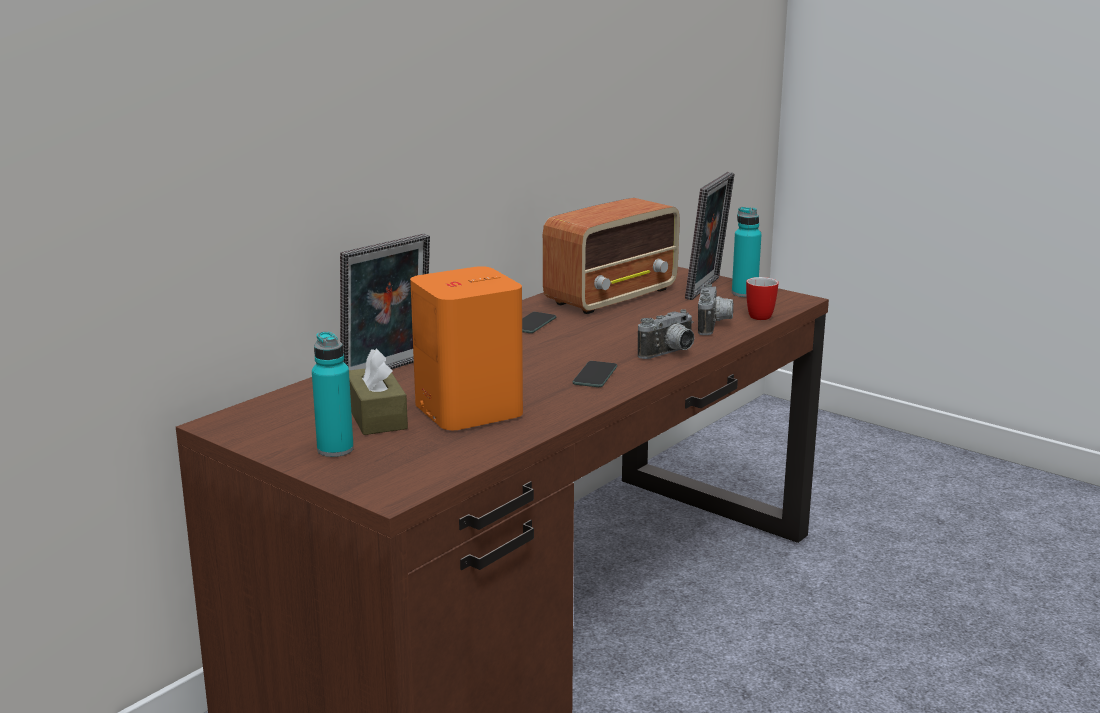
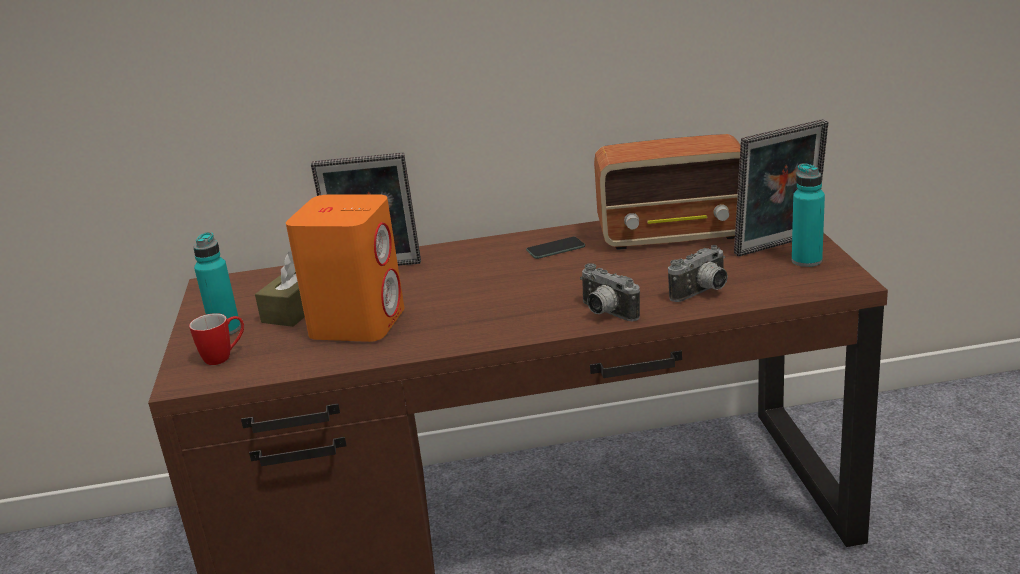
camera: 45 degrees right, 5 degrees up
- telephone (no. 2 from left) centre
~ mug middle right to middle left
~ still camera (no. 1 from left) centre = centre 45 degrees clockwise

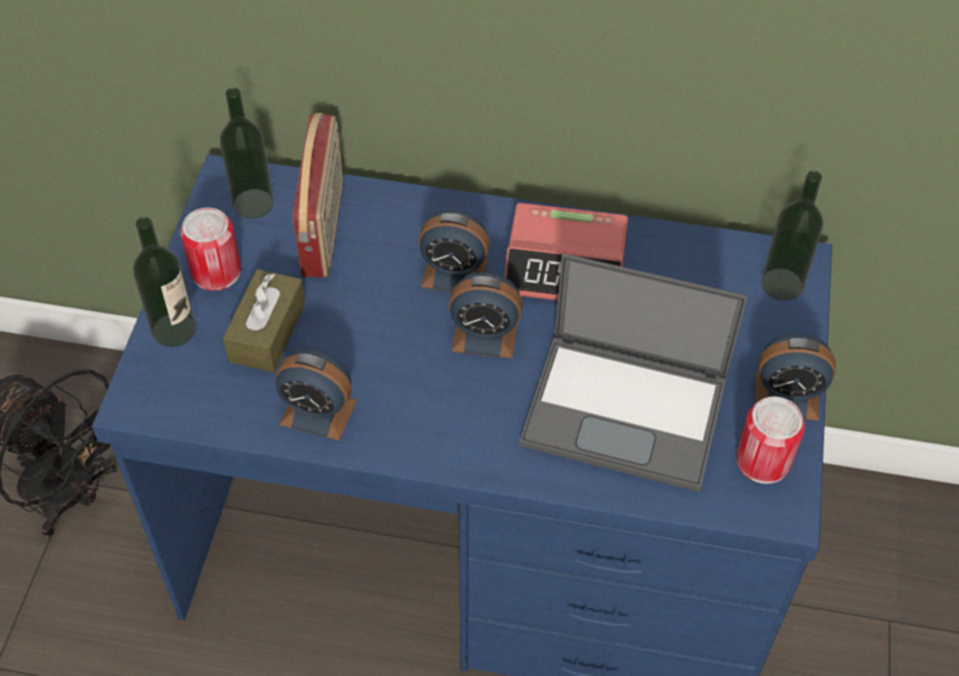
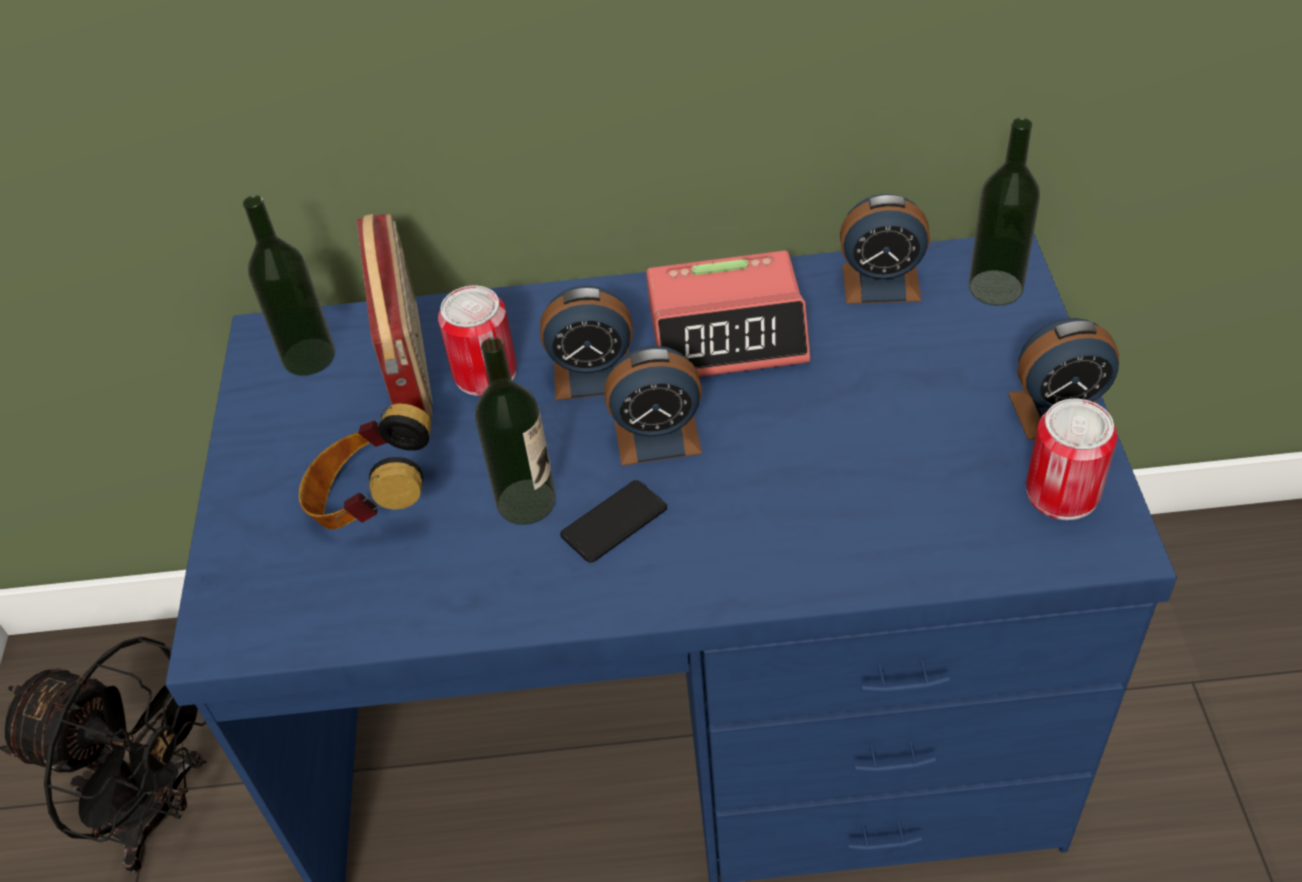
camera: 10 degrees left, 5 degrees down
- portable computer centre
+ telephone centre
~ beverage bottle (no. 1 from left in the first image) middle left to beverage bottle (no. 2 from left) centre
~ sealed can (no. 1 from left) middle left to centre
~ table clock (no. 1 from left in the first image) middle left to table clock (no. 4 from left) top right
~ brownish tissue box middle left to headphones middle left

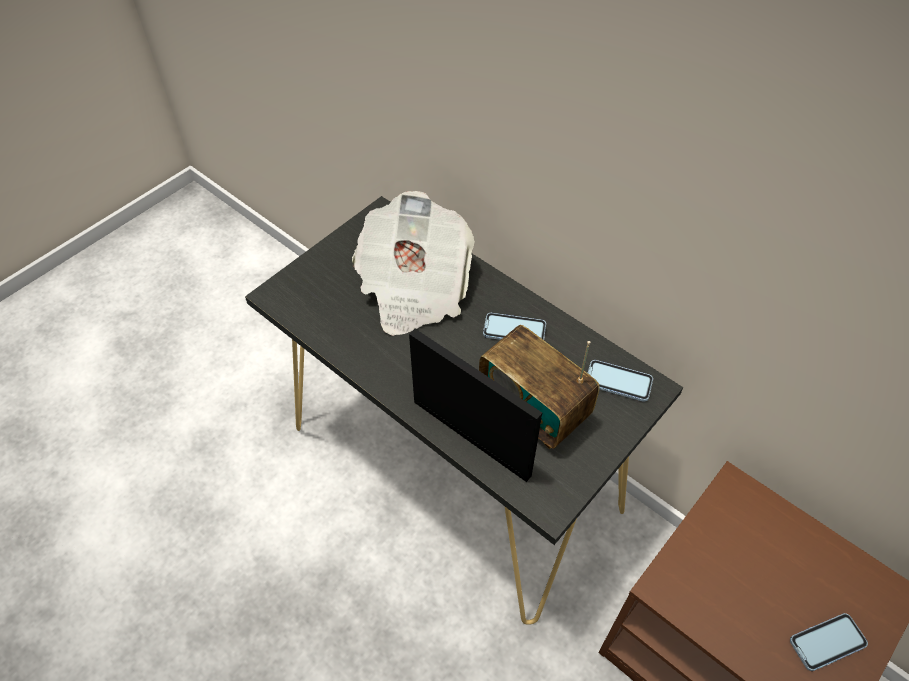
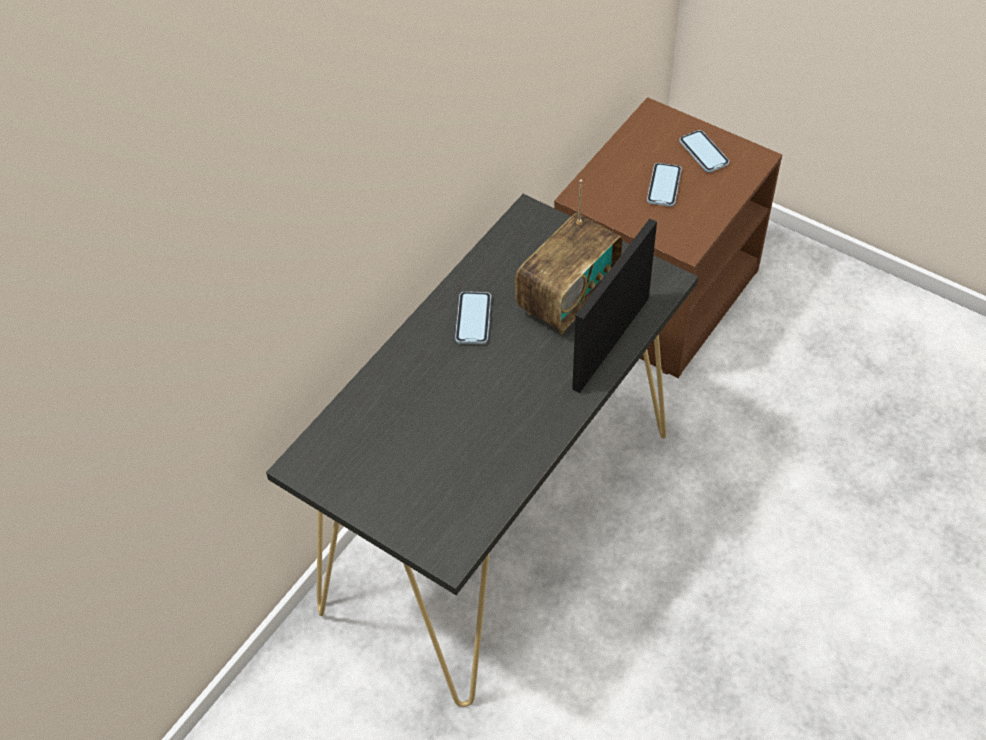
camera: 95 degrees left, 0 degrees up
- daily paper centre
~ telephone (no. 2 from left) middle right to top right

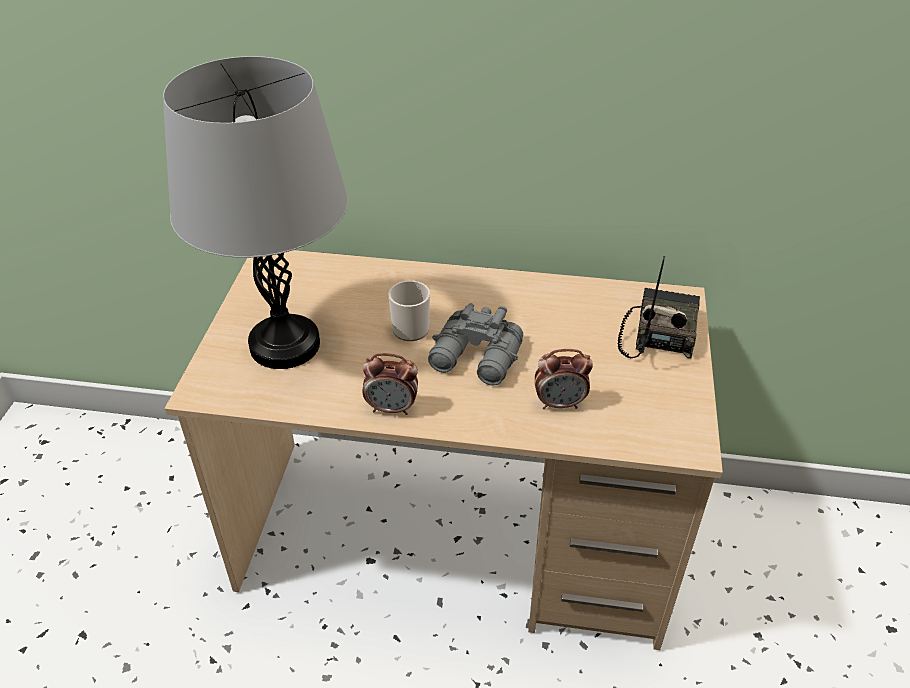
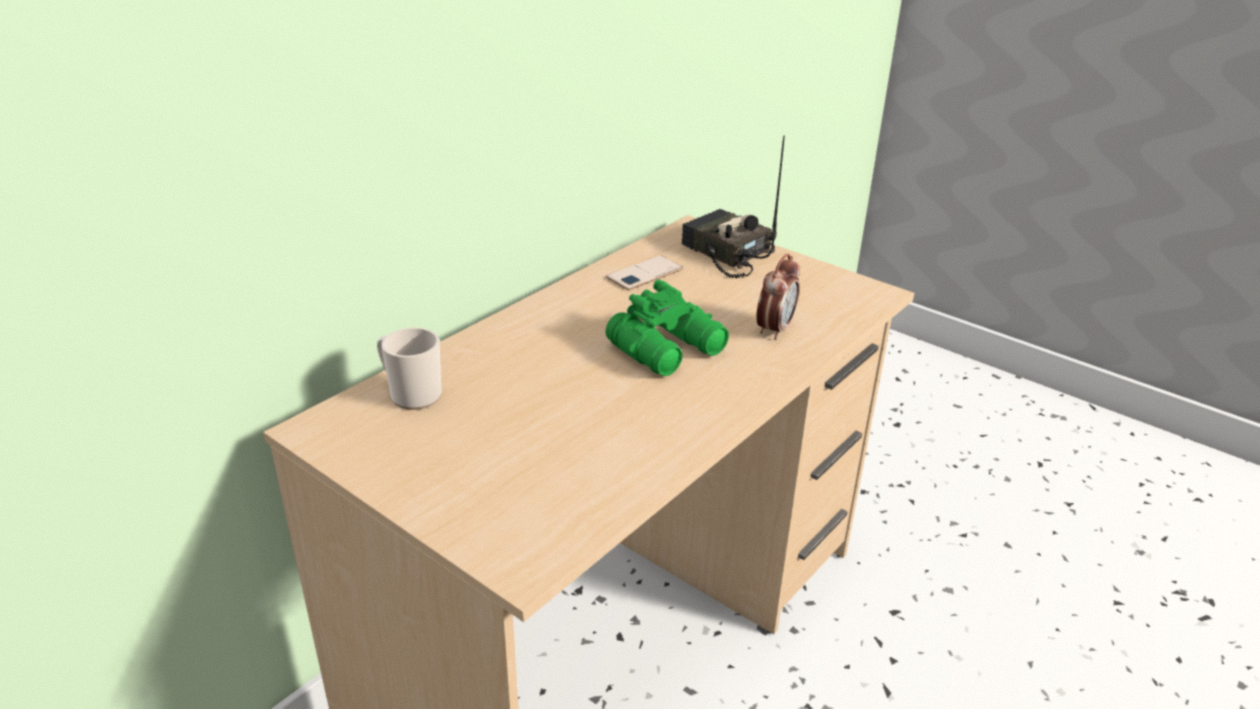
camera: 60 degrees left, 10 degrees down
- gray lamp for a table top left
- table clock (no. 1 from left) centre
+ telephone centre
~ mug centre to middle left
~ gray binoculars centre to green binoculars centre

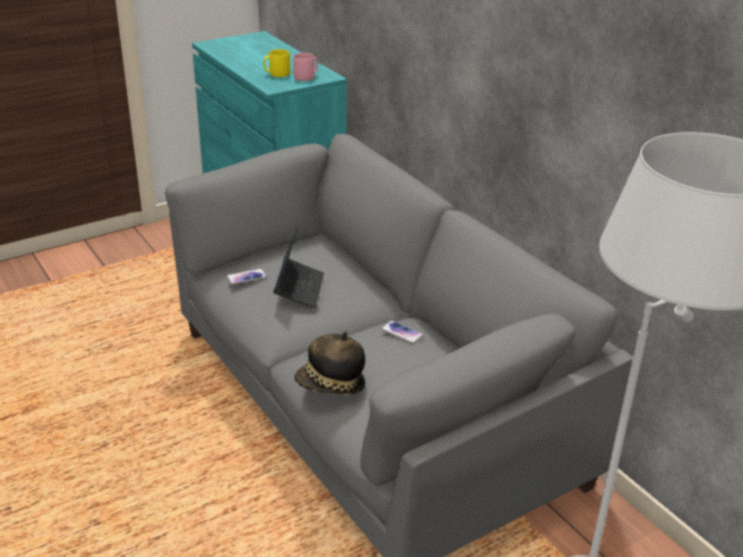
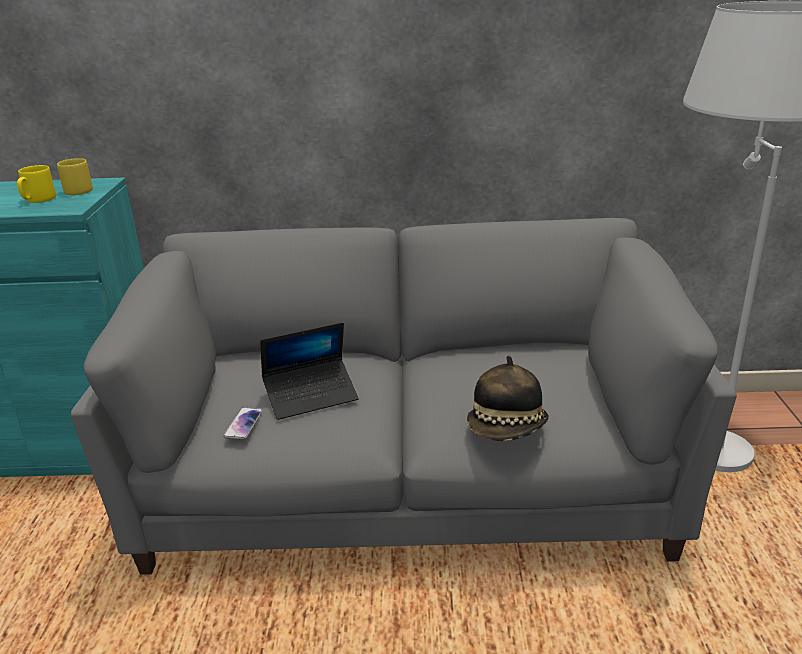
camera: 55 degrees left, 5 degrees down
- telephone (no. 2 from left) centre
~ pinkish mug top centre to yellow-coloured mug (no. 2 from left) top left
~ portable computer centre = centre 120 degrees clockwise

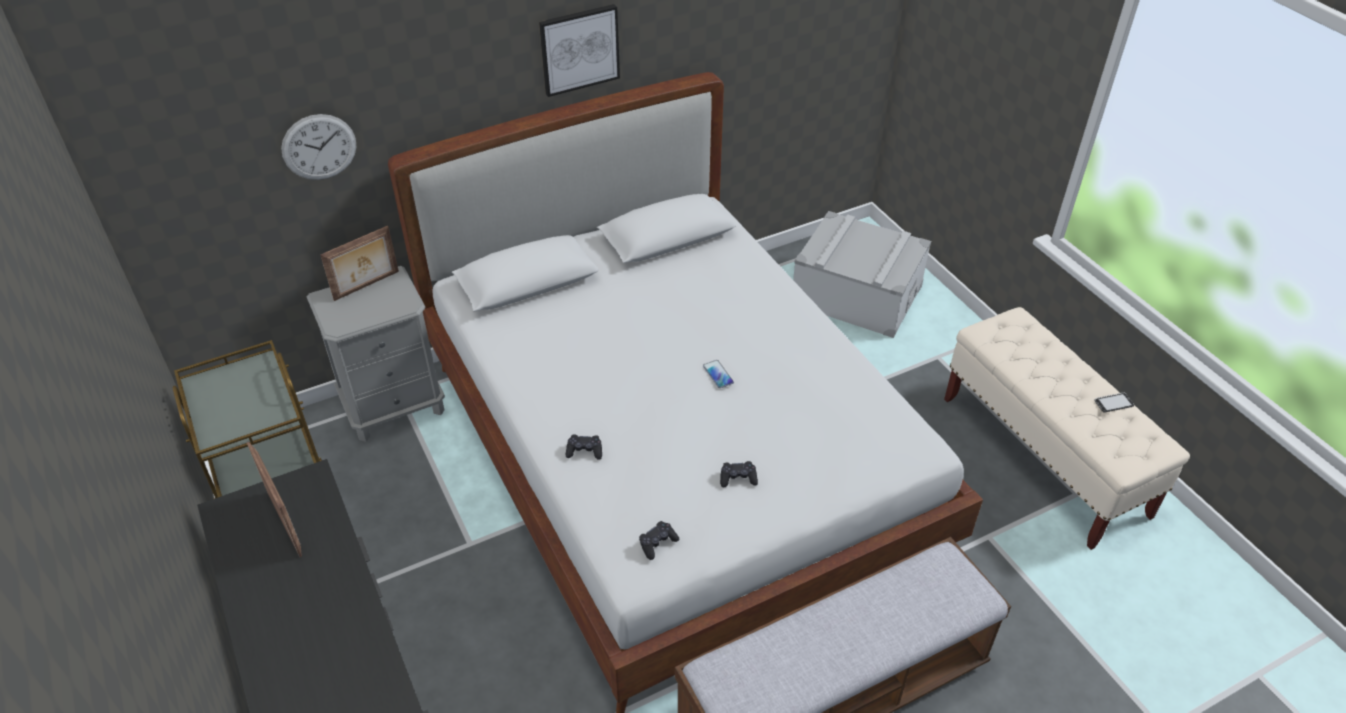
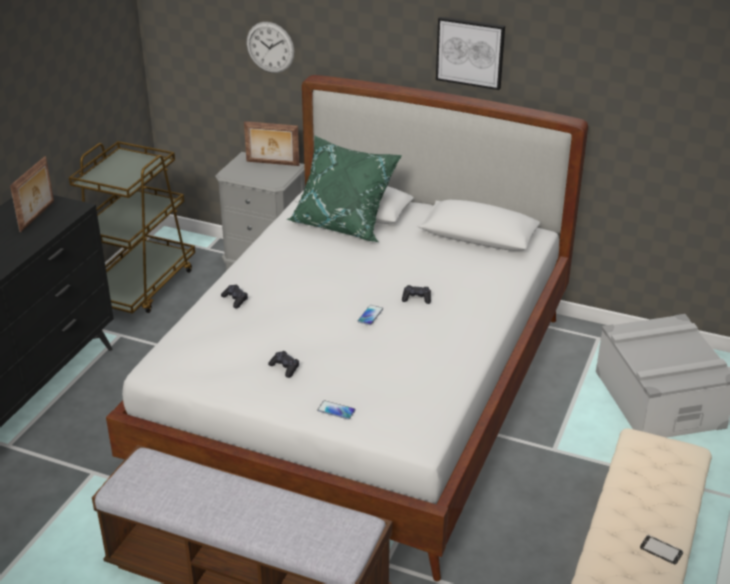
camera: 50 degrees right, 10 degrees down
+ green cushion top centre
+ telephone (no. 1 from left) bottom centre
~ blackish game controller (no. 2 from left in the first image) bottom centre to blackish game controller (no. 3 from left) centre

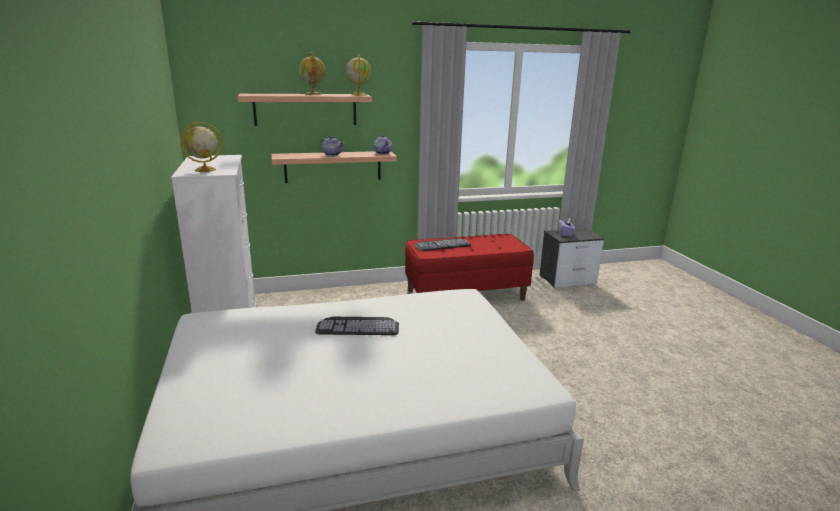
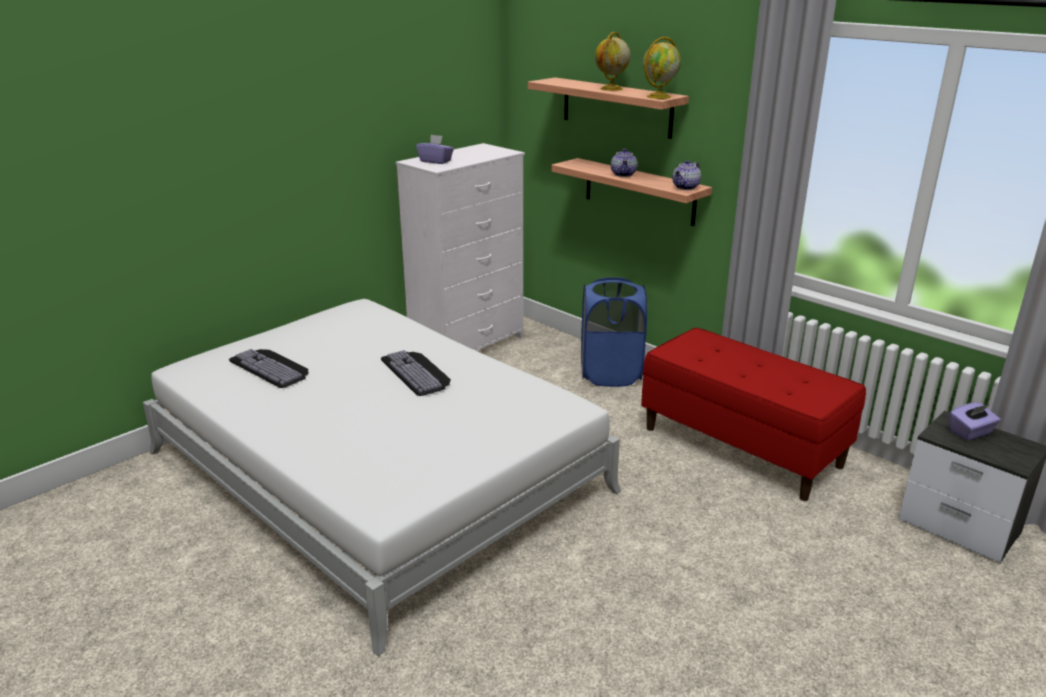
camera: 60 degrees right, 5 degrees up
+ blue laundry basket centre
~ PC keyboard (no. 2 from left in the first image) centre to PC keyboard (no. 1 from left) middle left
~ globe (no. 1 from left) top left to purple-coloured tissue box (no. 1 from left) top centre

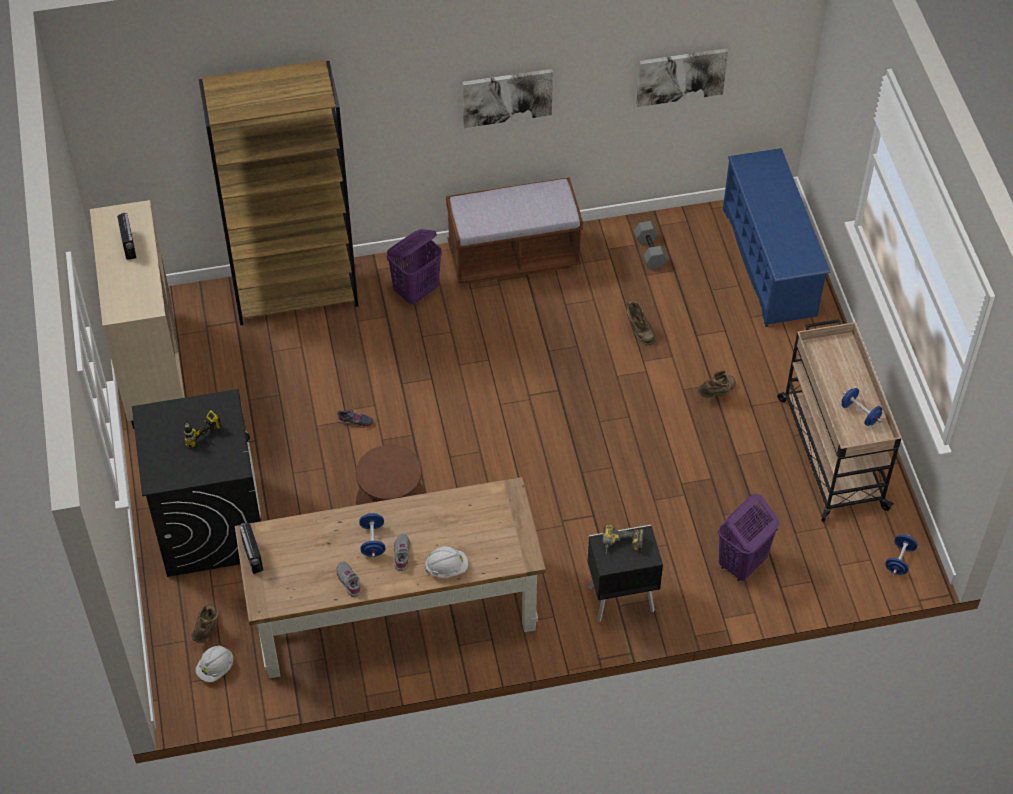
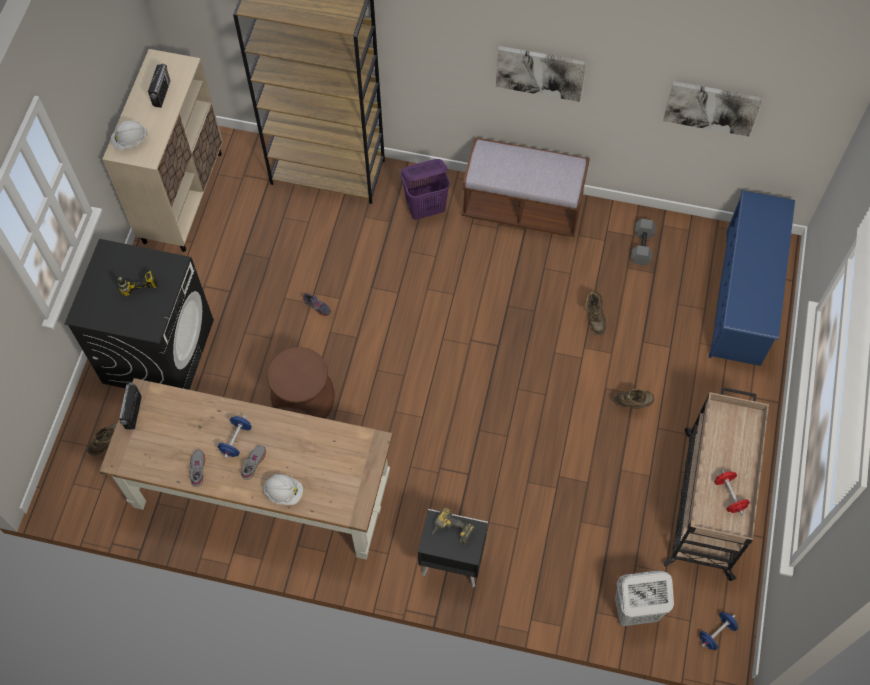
camera: 25 degrees right, 10 degrees up
- purple-coloured laundry basket (no. 2 from left) bottom right
+ white laundry basket bottom right
~ white work helmet (no. 1 from left) bottom left to top left
~ blue free weight (no. 2 from left) middle right to red-coloured free weight bottom right

